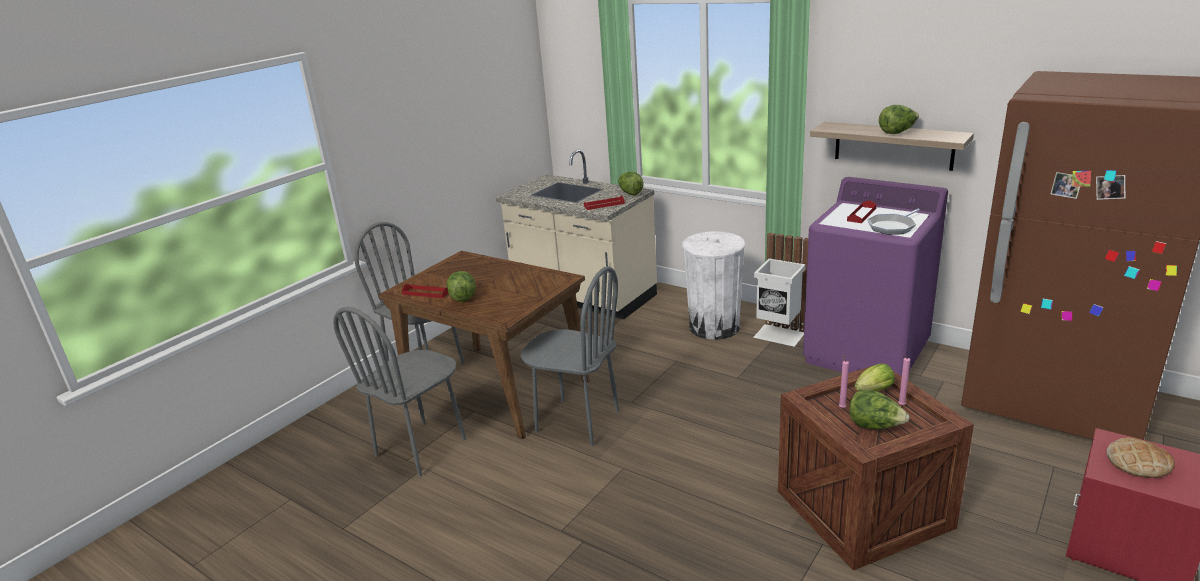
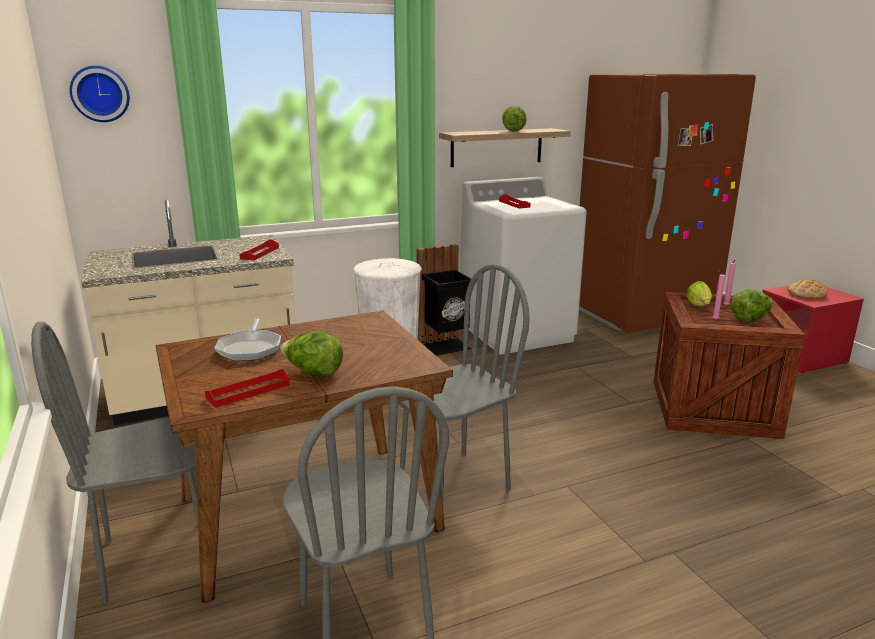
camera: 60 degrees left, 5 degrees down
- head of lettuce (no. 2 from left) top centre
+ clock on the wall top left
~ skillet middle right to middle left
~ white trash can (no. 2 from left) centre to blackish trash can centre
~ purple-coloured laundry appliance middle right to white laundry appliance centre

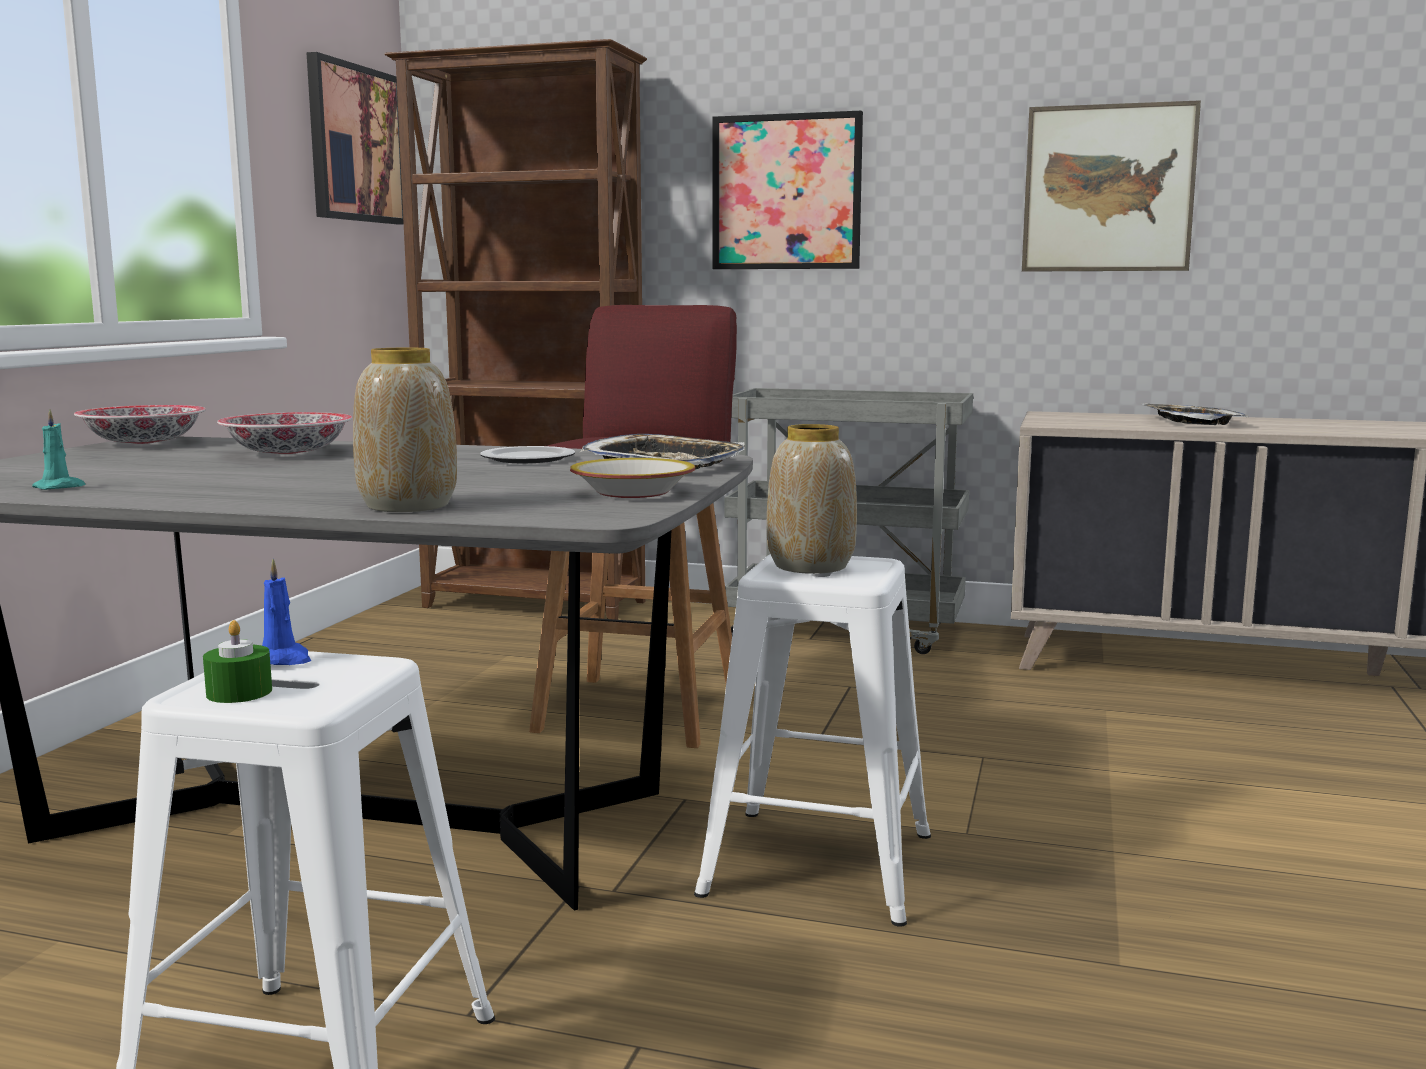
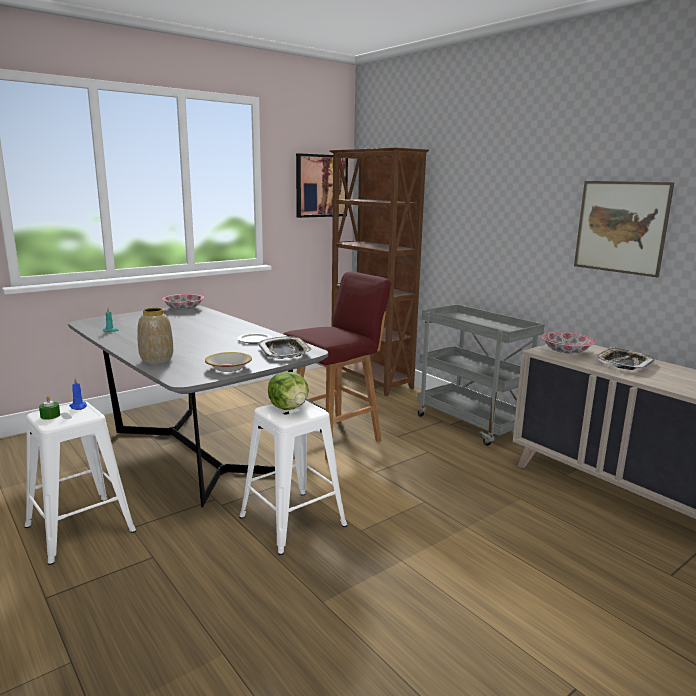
camera: 35 degrees right, 5 degrees up
- wall picture (no. 2 from left) top centre
~ bowl (no. 2 from left in the first image) middle left to bowl (no. 3 from left) middle right
~ decorative vase (no. 2 from left) centre to head of lettuce centre

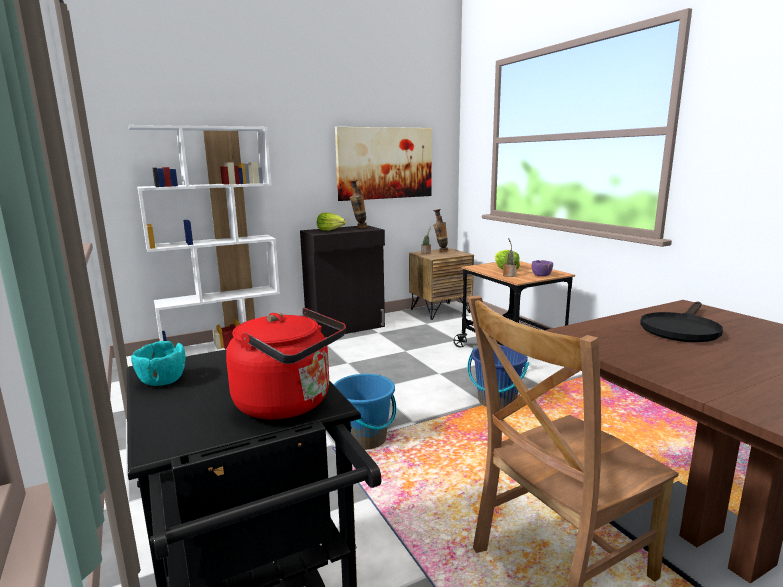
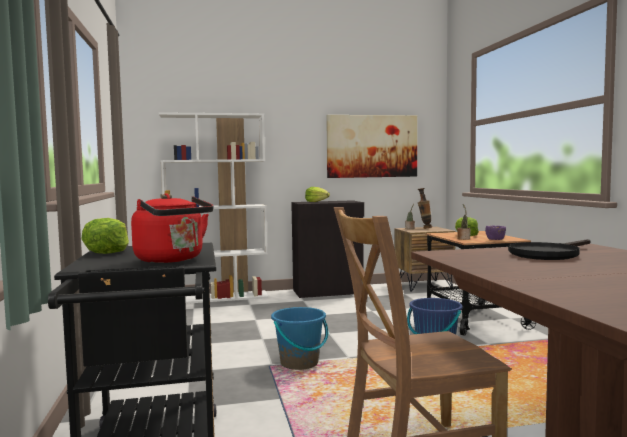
camera: 15 degrees right, 10 degrees down
- decorative vase (no. 1 from left) centre
~ turquoise-coloured bowl middle left to head of lettuce (no. 1 from left) middle left

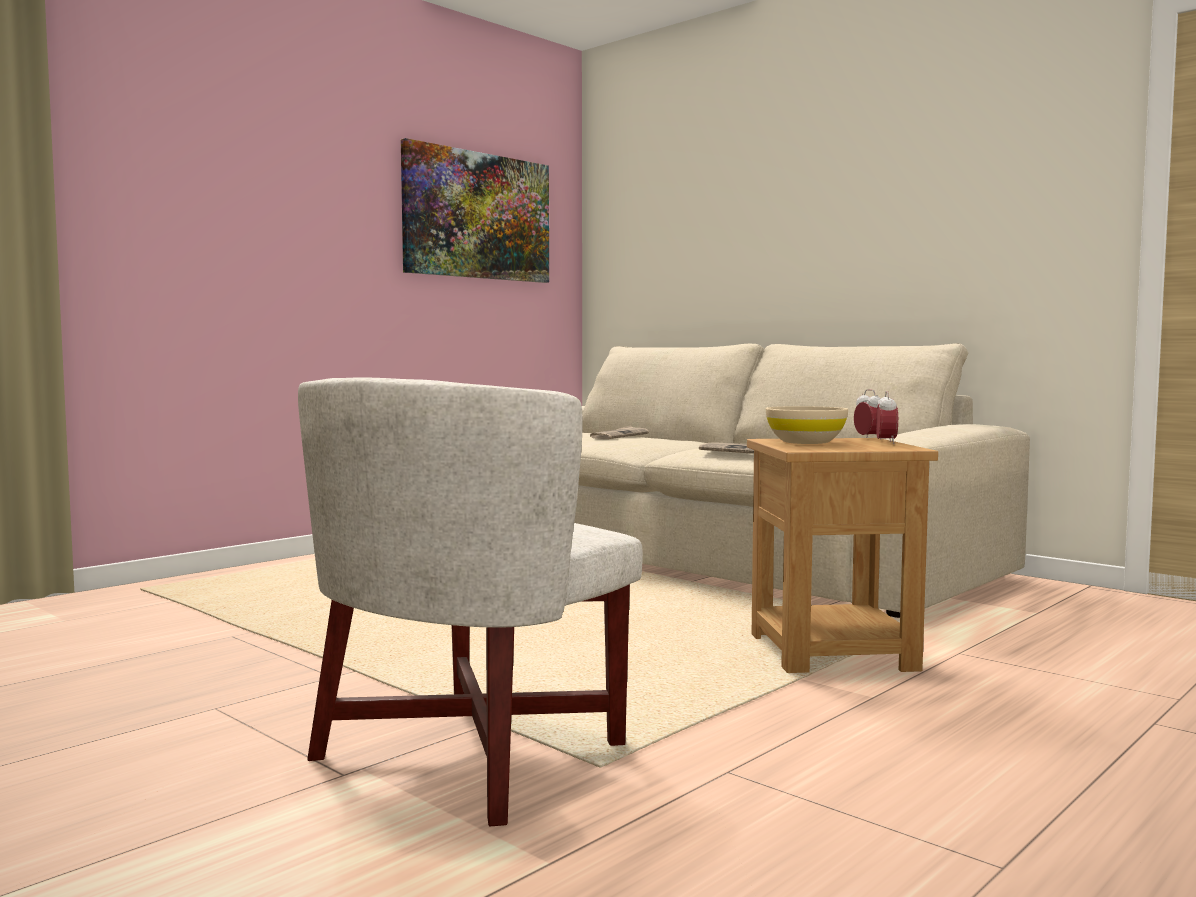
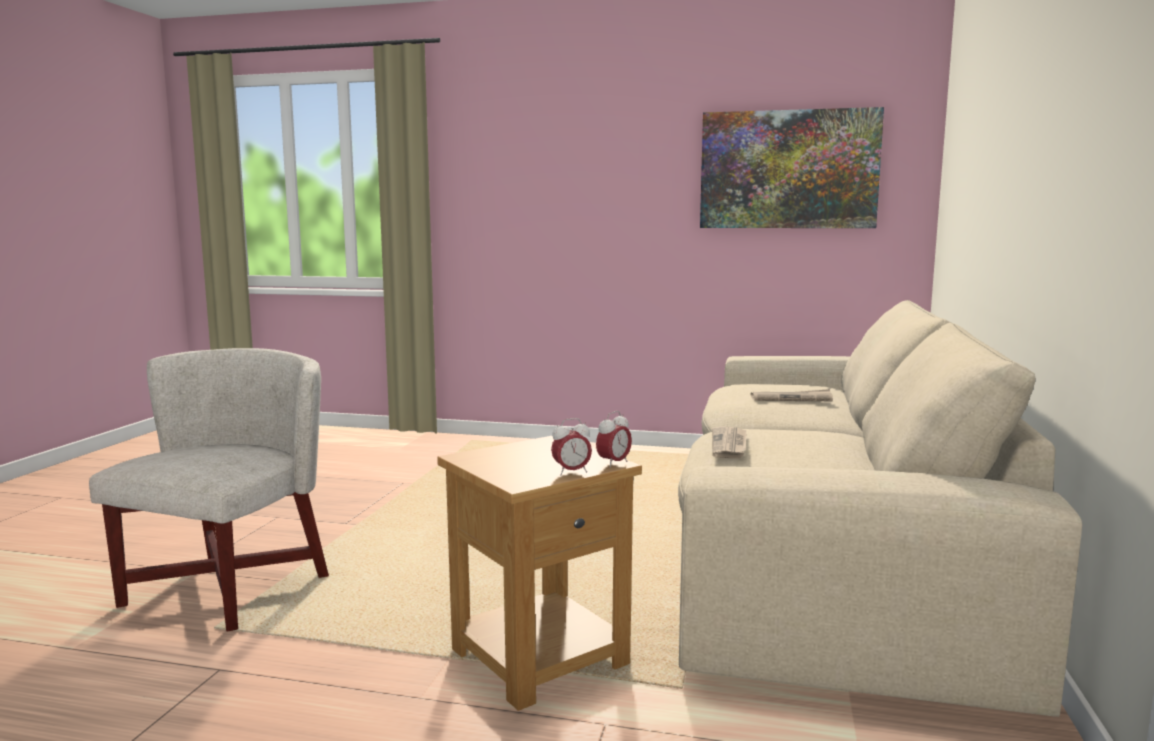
camera: 60 degrees right, 5 degrees up
- sand-coloured bowl middle right
~ white armchair bottom centre = middle left 105 degrees clockwise

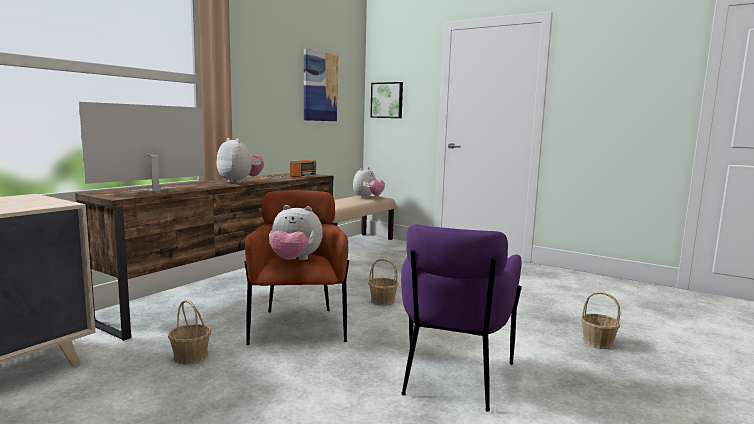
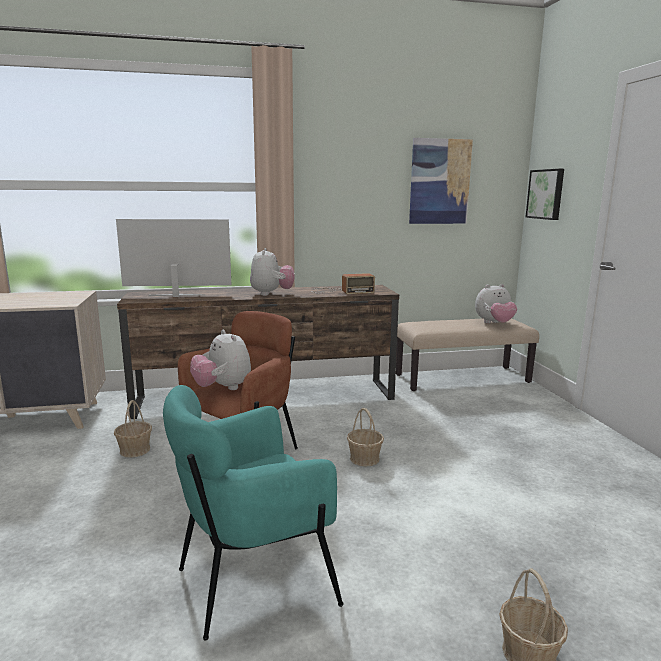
camera: 45 degrees right, 5 degrees up
~ purple-coloured armchair bottom centre to turquoise-coloured armchair bottom centre

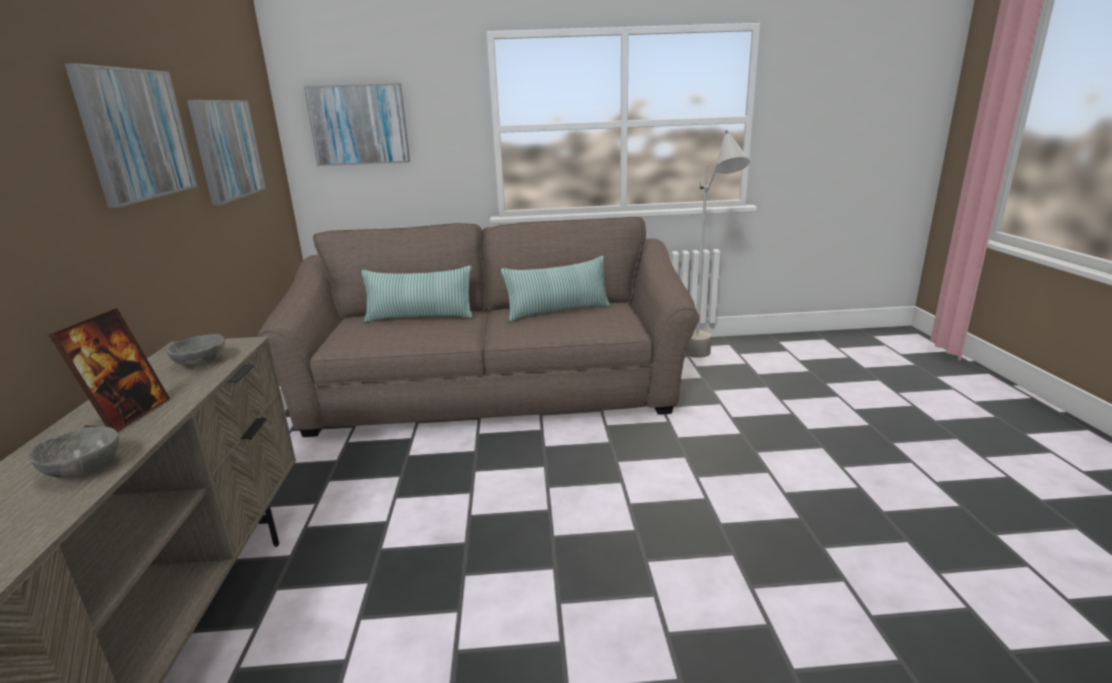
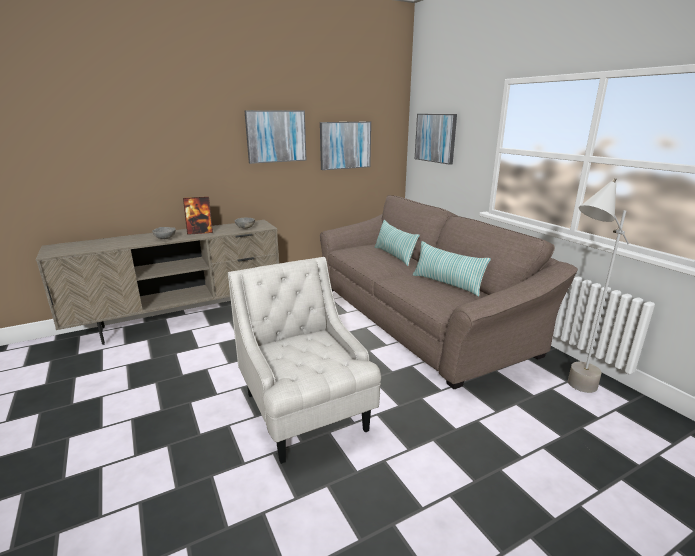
camera: 65 degrees right, 0 degrees up
+ white armchair centre

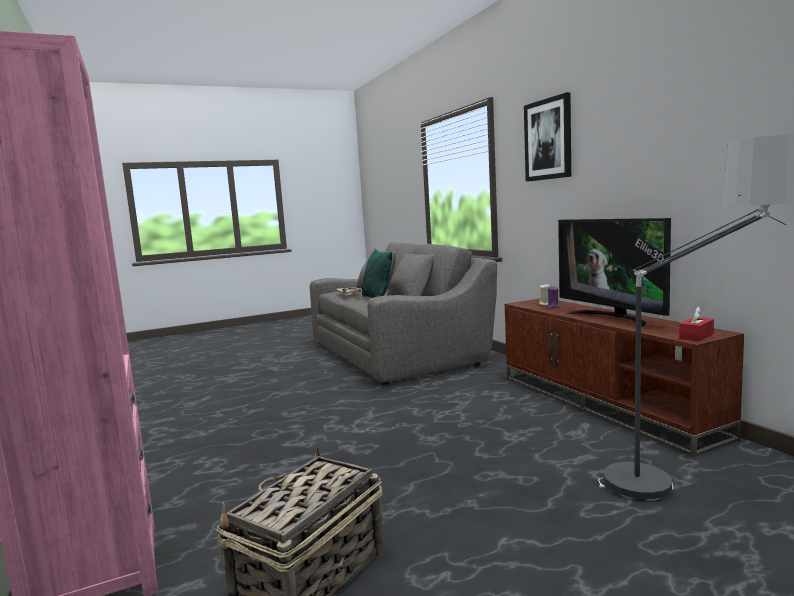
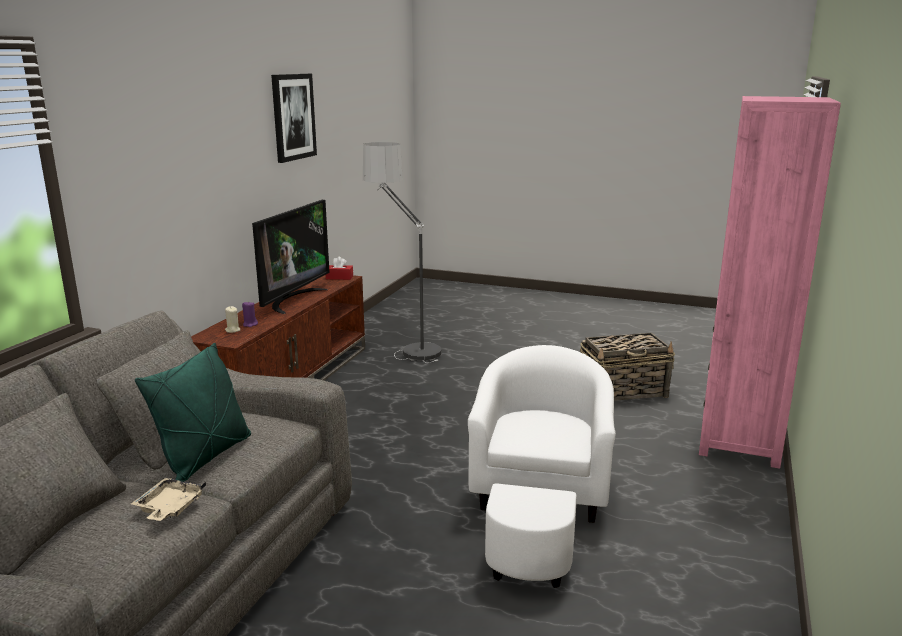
camera: 135 degrees left, 10 degrees up
+ white armchair bottom centre
~ wall picture top right to top left

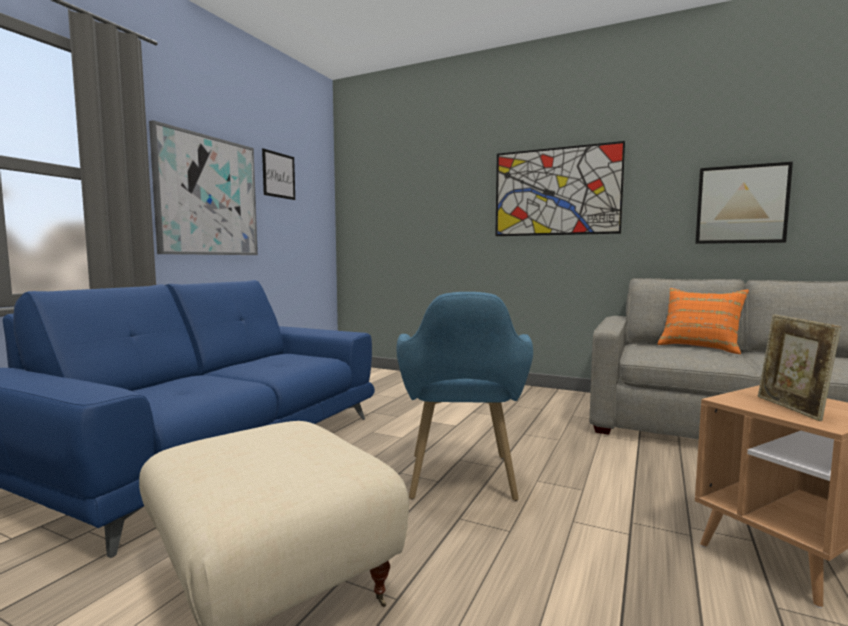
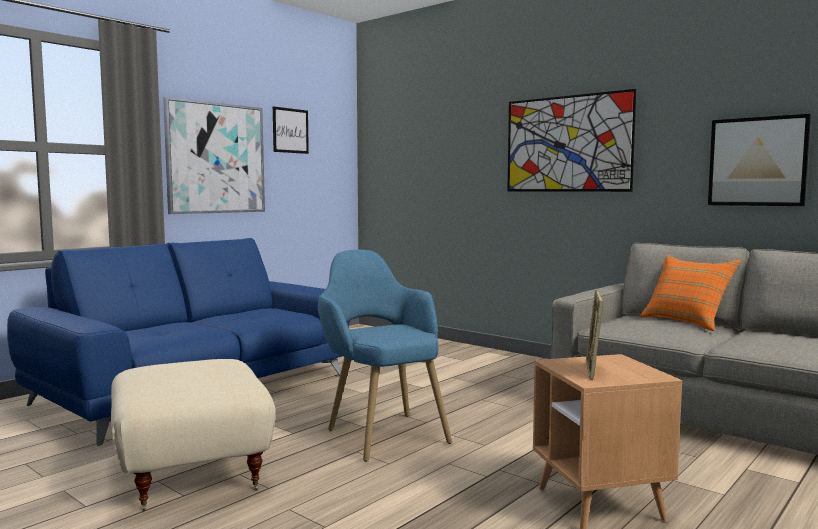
camera: 15 degrees right, 0 degrees up
~ blue armchair centre = bottom centre 135 degrees clockwise

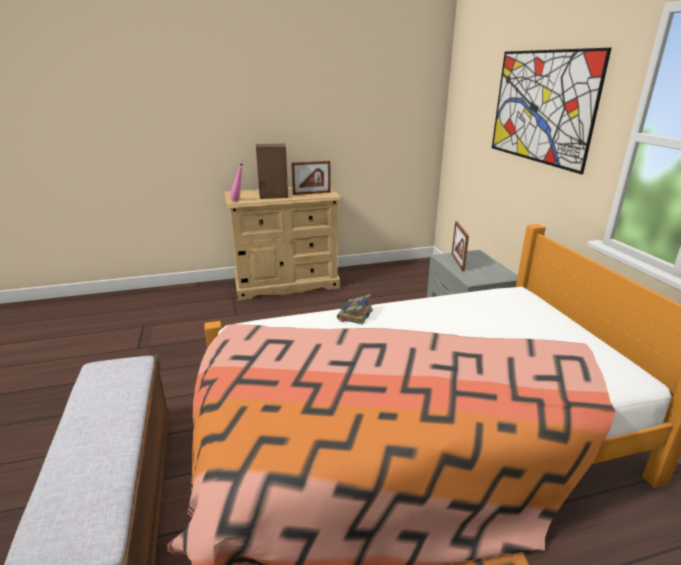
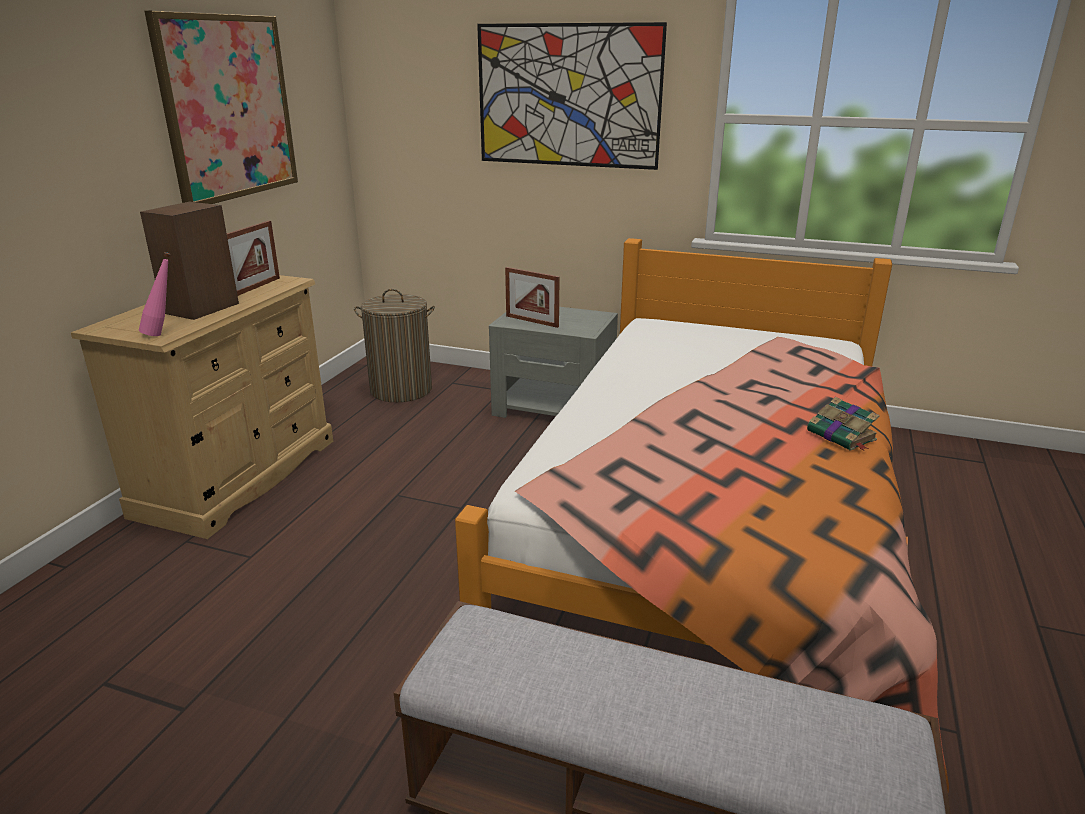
camera: 55 degrees left, 0 degrees up
+ wall picture (no. 1 from left) top left
+ laundry basket centre
~ volume centre to middle right

